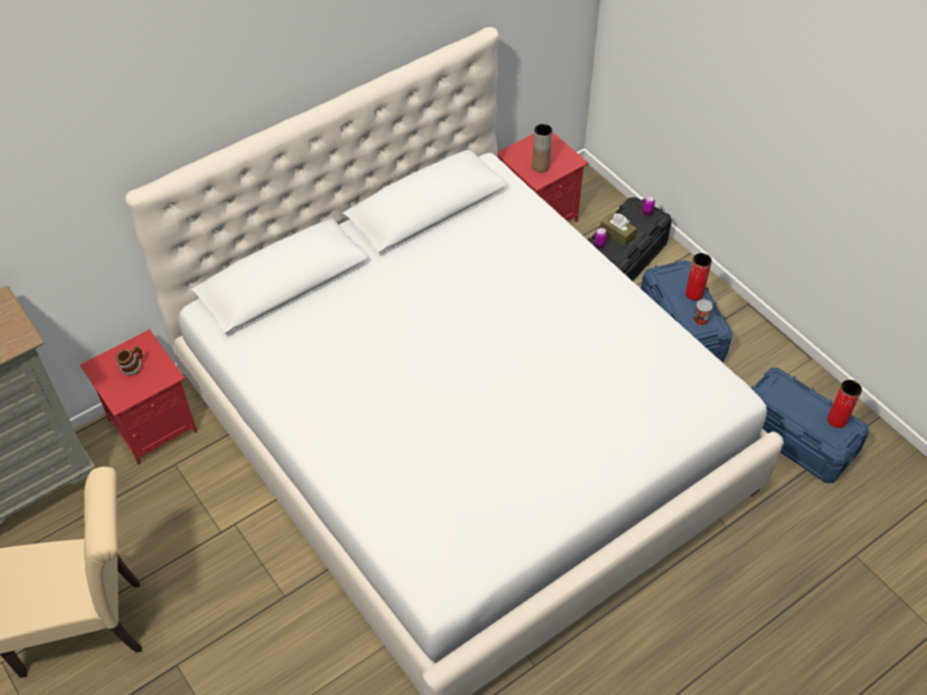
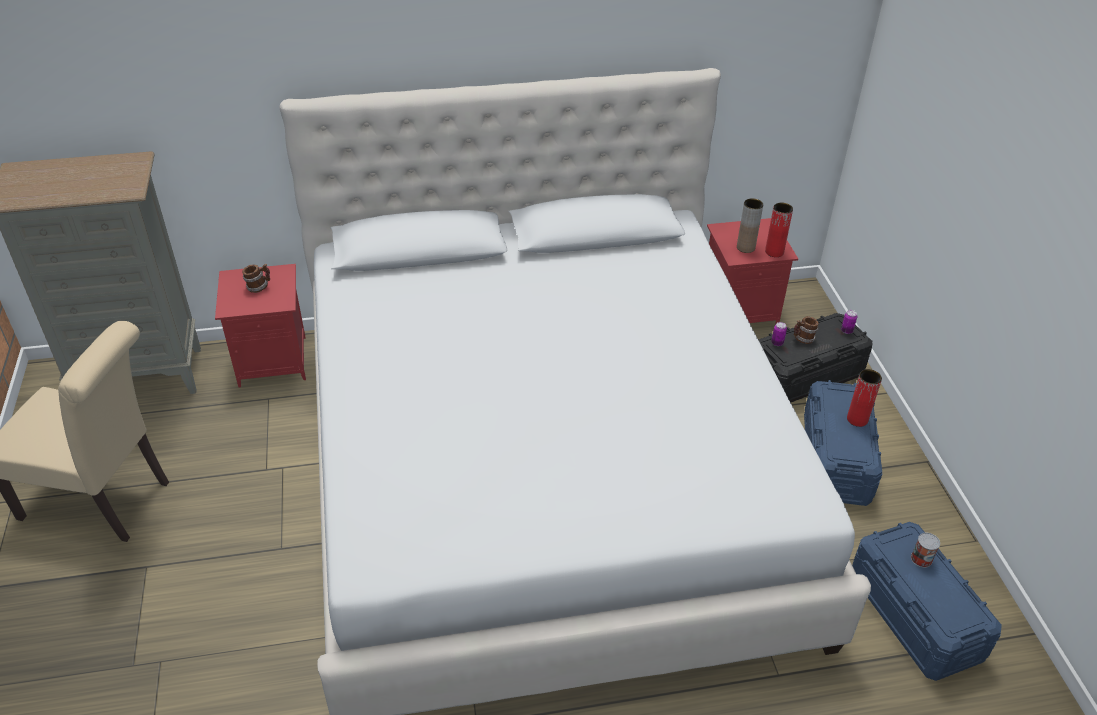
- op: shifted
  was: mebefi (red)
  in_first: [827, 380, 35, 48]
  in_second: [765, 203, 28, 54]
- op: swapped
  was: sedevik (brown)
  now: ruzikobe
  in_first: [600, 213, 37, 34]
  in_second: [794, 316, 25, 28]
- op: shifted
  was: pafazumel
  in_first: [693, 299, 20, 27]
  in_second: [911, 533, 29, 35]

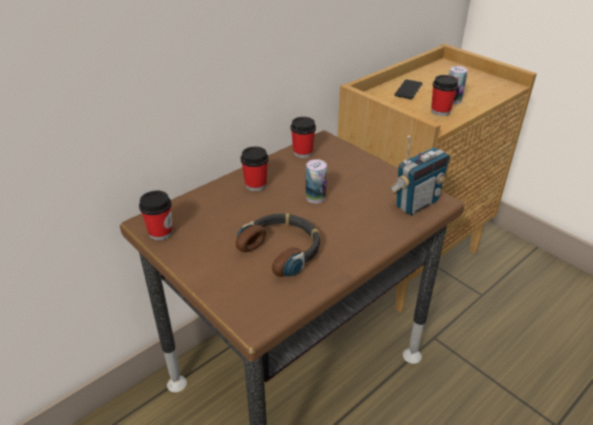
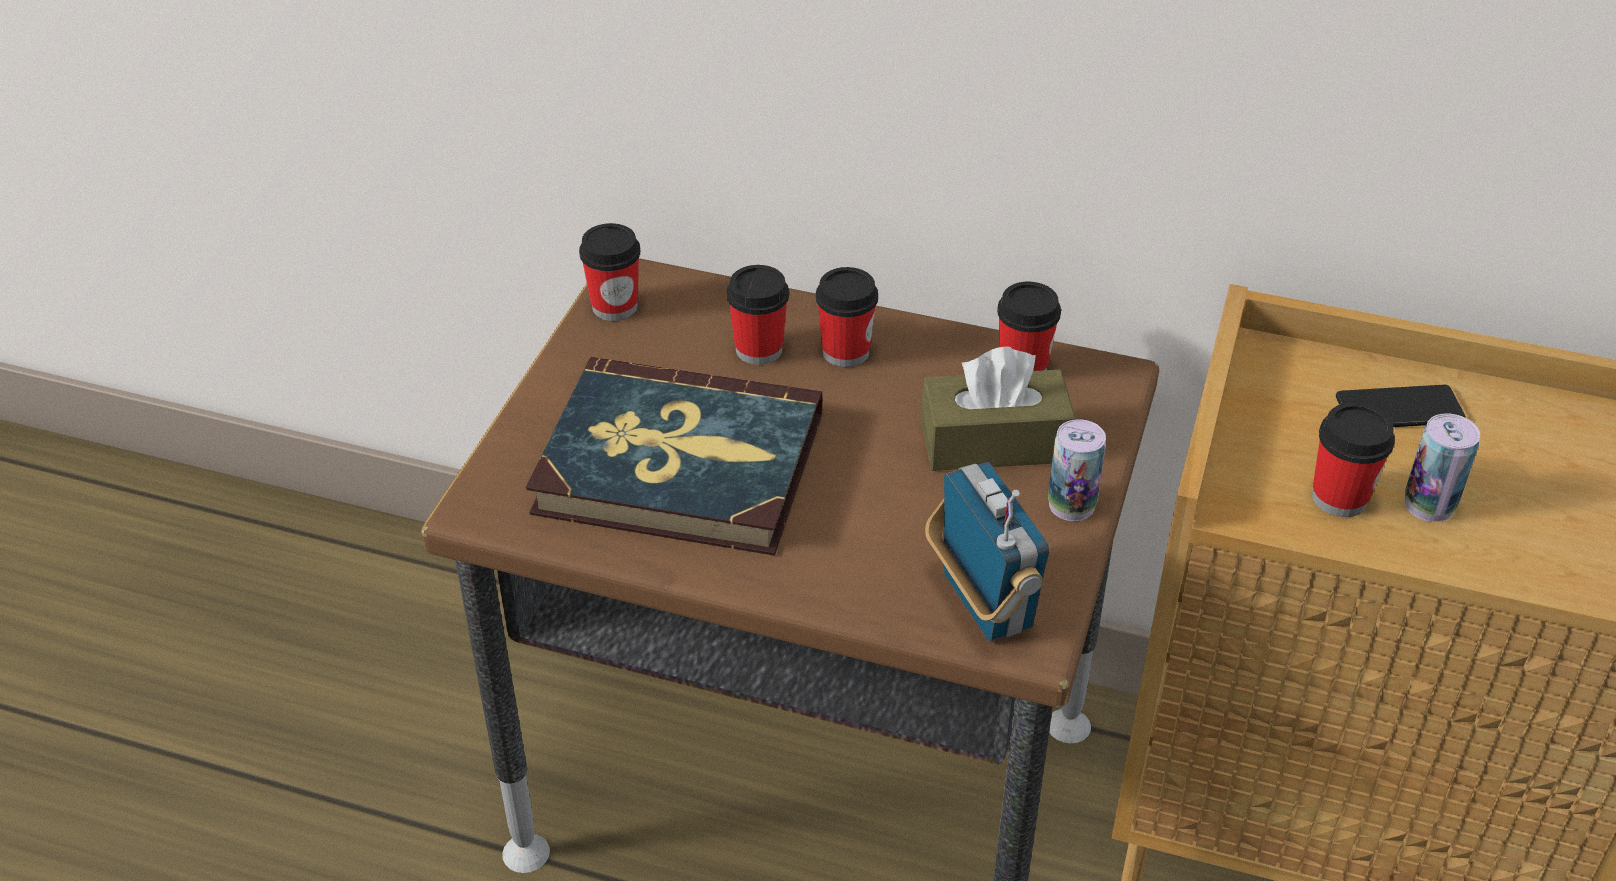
- op: swapped
  was: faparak
  now: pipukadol
  in_first: [236, 213, 84, 64]
  in_second: [526, 357, 297, 198]
- op: new
  now: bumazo
  in_second: [727, 265, 62, 100]
- op: new
  now: sedevik (brown)
  in_second: [921, 346, 154, 125]
- op: rotated
  was: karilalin
  in_first: [390, 136, 60, 79]
  in_second: [925, 462, 124, 179]
  clockwise: -135
- op: shifted
  was: pafazumel
  in_first: [306, 159, 21, 45]
  in_second: [1048, 419, 58, 102]

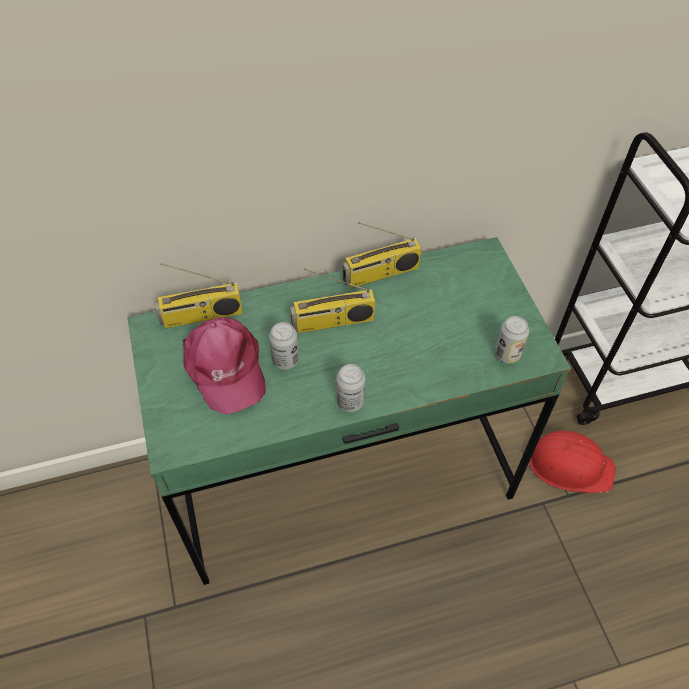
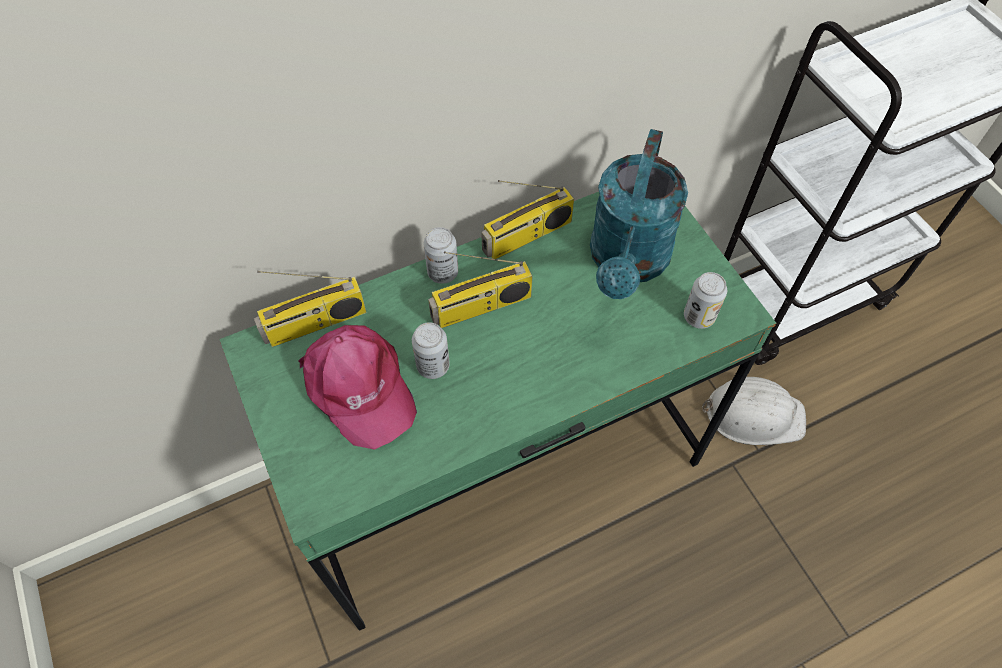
- op: shifted
  was: pafazumel
  in_first: [336, 364, 29, 48]
  in_second: [423, 227, 35, 57]
- op: new
  now: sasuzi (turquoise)
  in_second: [590, 129, 98, 170]
- op: repainted
  was: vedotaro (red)
  now: vedotaro (white)
  in_first: [529, 431, 86, 62]
  in_second: [702, 377, 104, 68]

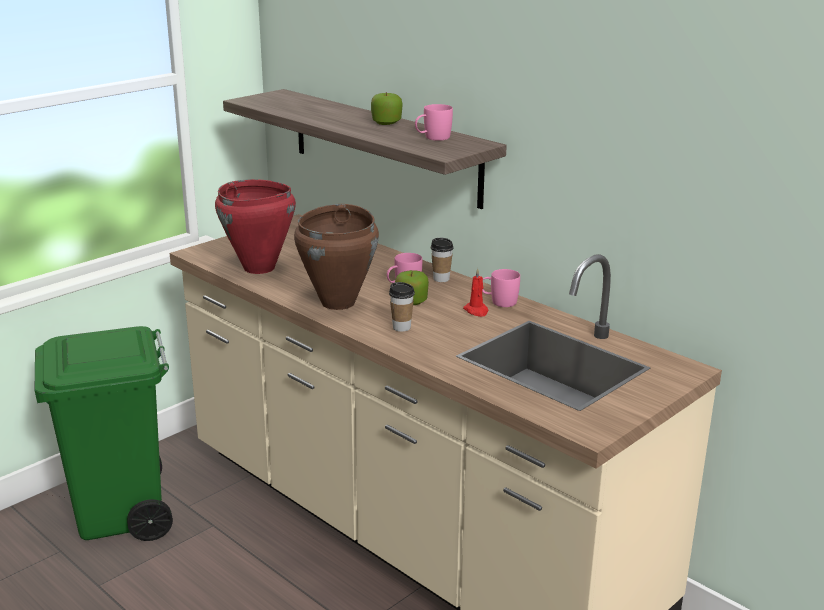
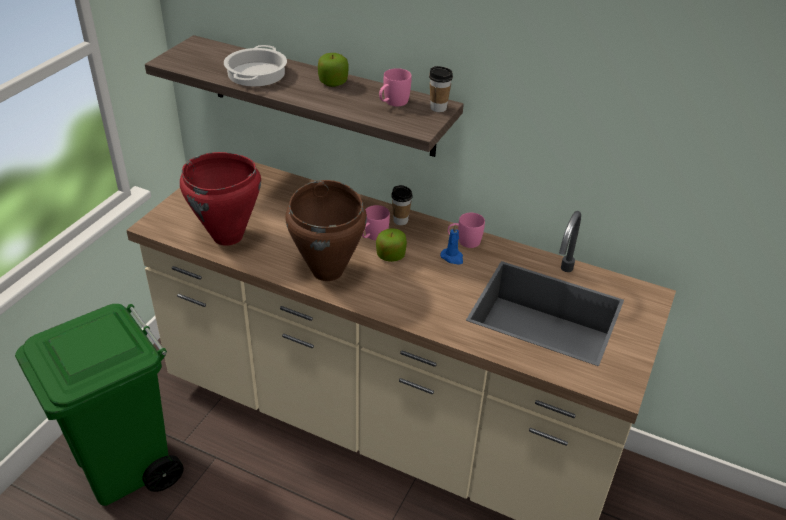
- op: new
  now: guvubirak
  in_second: [224, 45, 63, 41]
- op: shifted
  was: bumazo
  in_first: [389, 282, 26, 50]
  in_second: [429, 66, 24, 46]
- op: repainted
  was: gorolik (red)
  now: gorolik (blue)
  in_first: [463, 268, 25, 49]
  in_second: [440, 224, 23, 41]

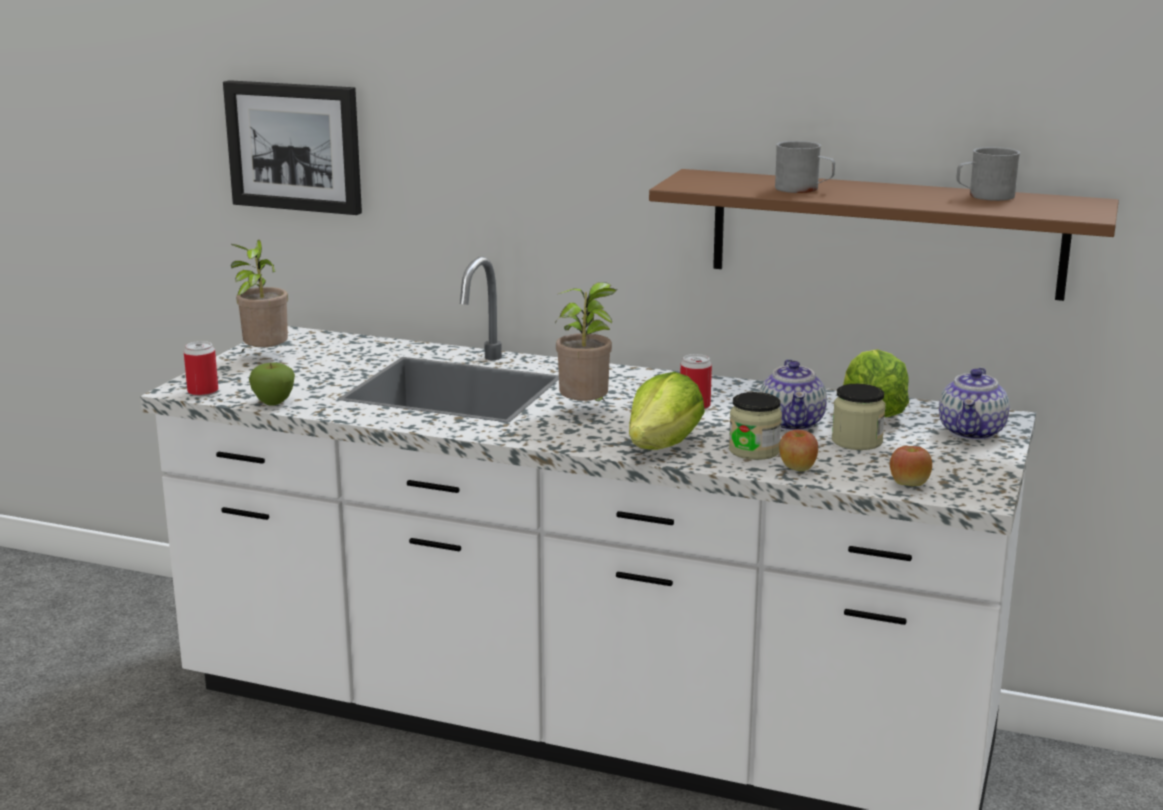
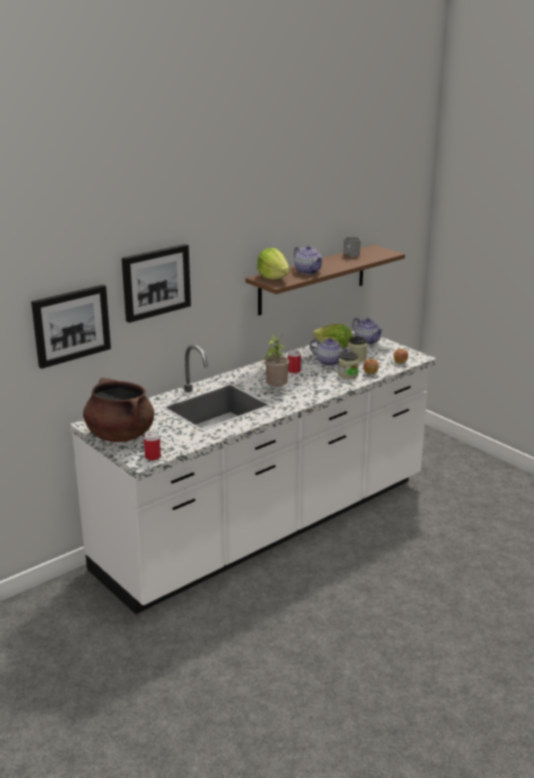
- op: swapped
  was: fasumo
  now: guvubirak (brown)
  in_first: [231, 240, 57, 112]
  in_second: [83, 378, 71, 64]
- op: new
  now: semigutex
  in_second: [122, 244, 69, 79]
- op: shifted
  was: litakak
  in_first: [629, 371, 76, 79]
  in_second: [257, 248, 33, 32]
- op: swapped
  was: ruzikobe (grey)
  now: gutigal
  in_first: [775, 141, 60, 52]
  in_second: [294, 246, 29, 29]
- op: gone
  was: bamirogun
  in_first: [249, 363, 46, 43]

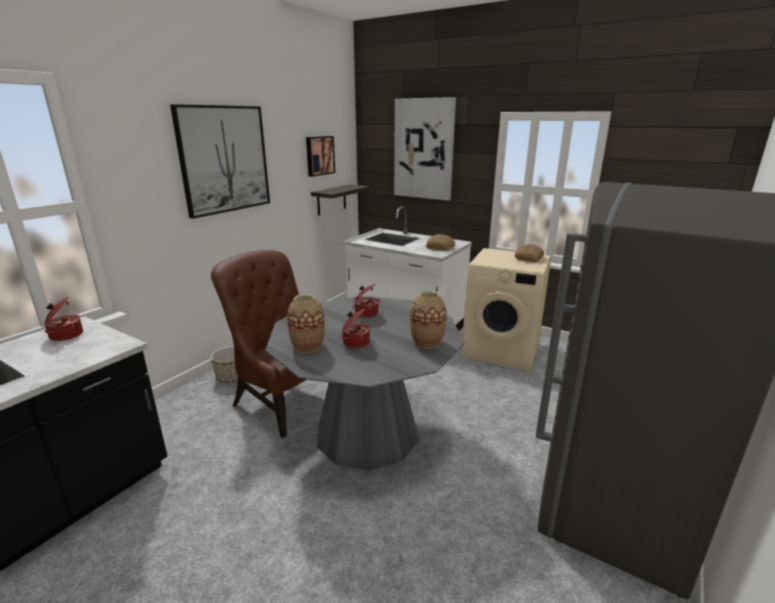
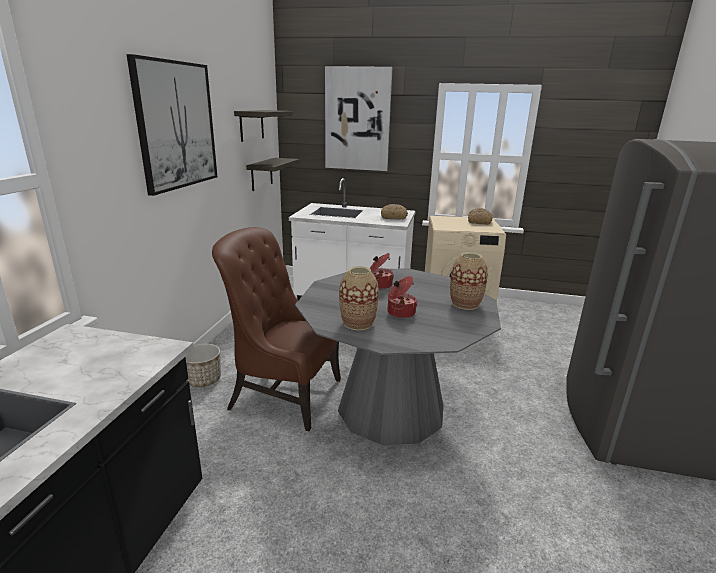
- op: swapped
  was: semigutex
  now: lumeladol
  in_first: [306, 136, 29, 41]
  in_second: [234, 110, 59, 32]
- op: gone
  was: guvubirak
  in_first: [44, 297, 39, 44]

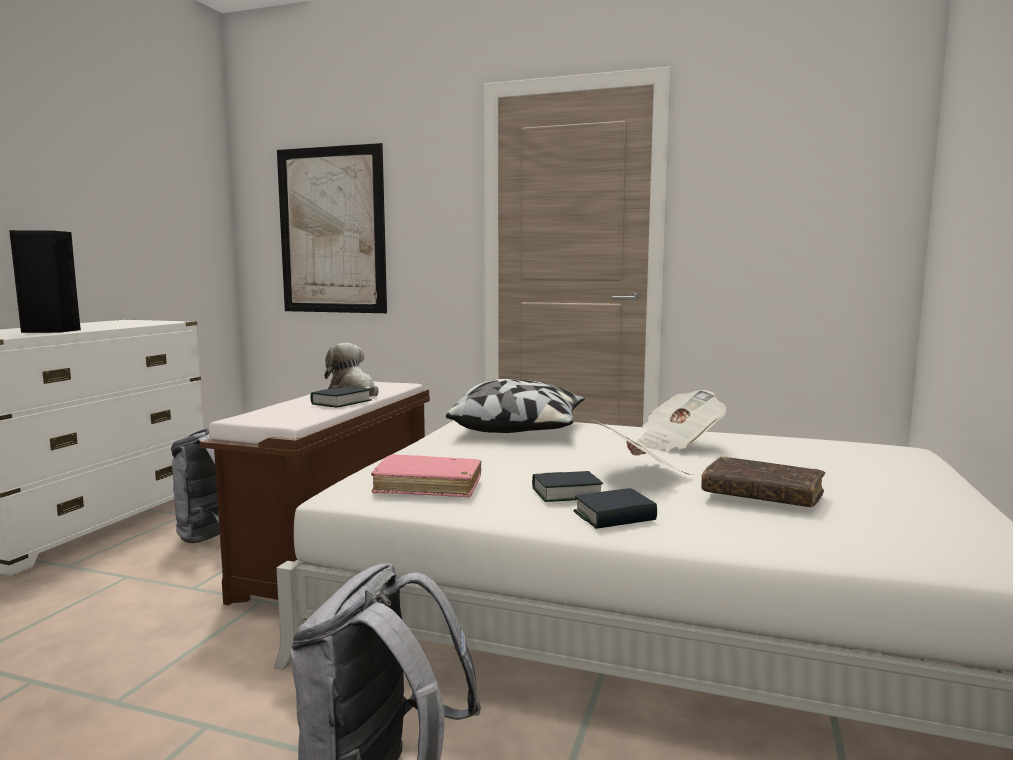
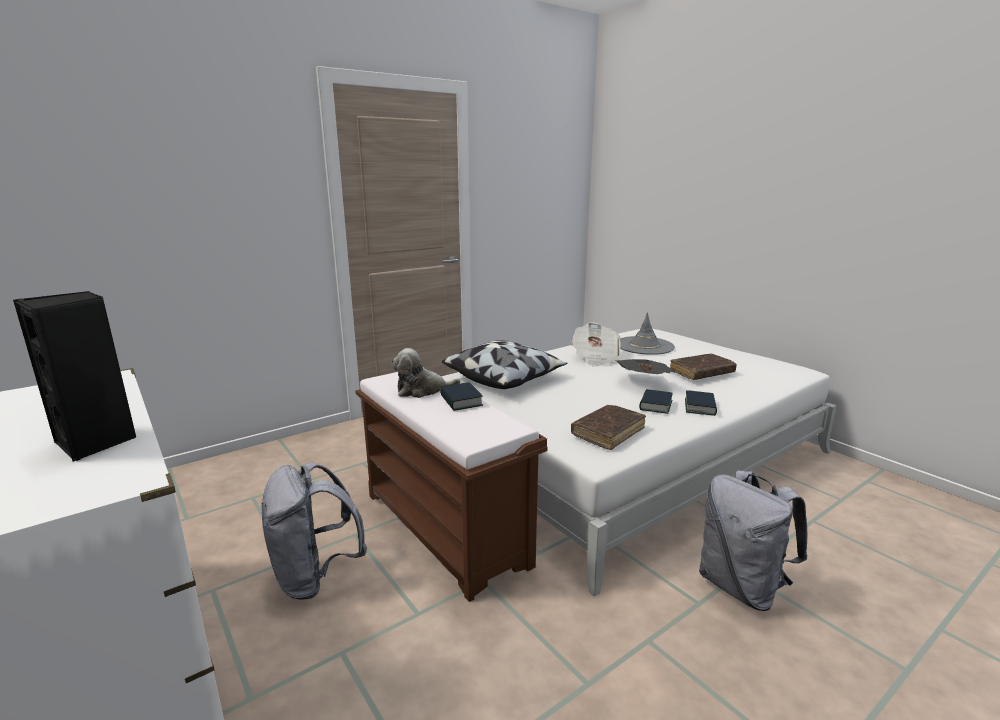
- op: repainted
  was: pipukadol (pink)
  now: pipukadol (brown)
  in_first: [371, 454, 110, 44]
  in_second: [571, 405, 75, 45]
- op: new
  now: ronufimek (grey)
  in_second: [620, 312, 55, 43]
- op: gone
  was: semigutex
  in_first: [277, 143, 110, 170]

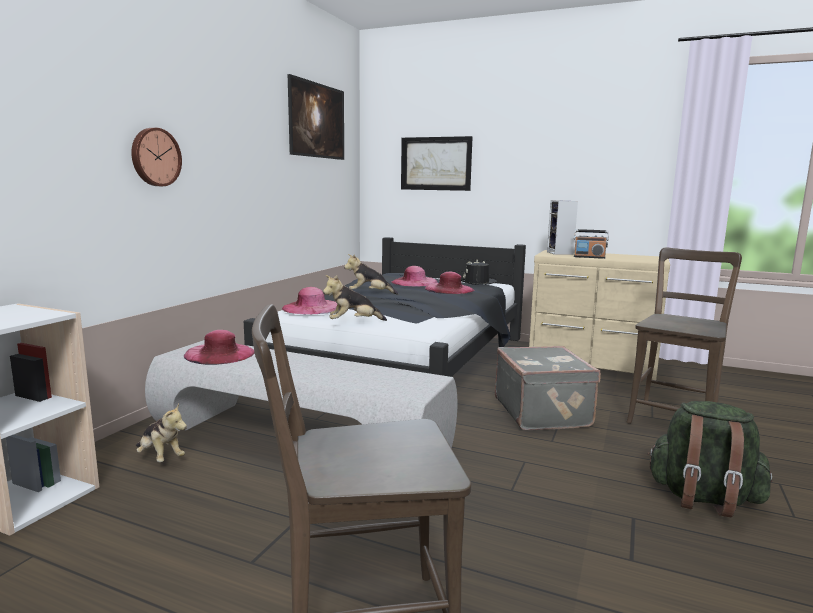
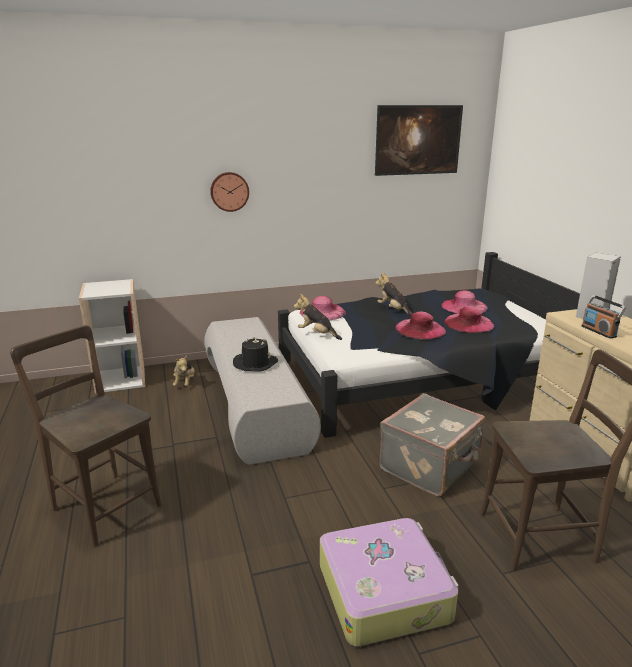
- op: shifted
  was: ronufimek (black)
  in_first: [461, 261, 36, 24]
  in_second: [233, 337, 45, 35]
- op: swapped
  was: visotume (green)
  now: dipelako
  in_first: [647, 401, 125, 116]
  in_second: [320, 518, 139, 129]
- op: shifted
  was: ronufimek (pink)
  in_first: [184, 330, 71, 35]
  in_second: [396, 312, 50, 27]
- op: gone
  was: semigutex
  in_first: [401, 136, 71, 55]

